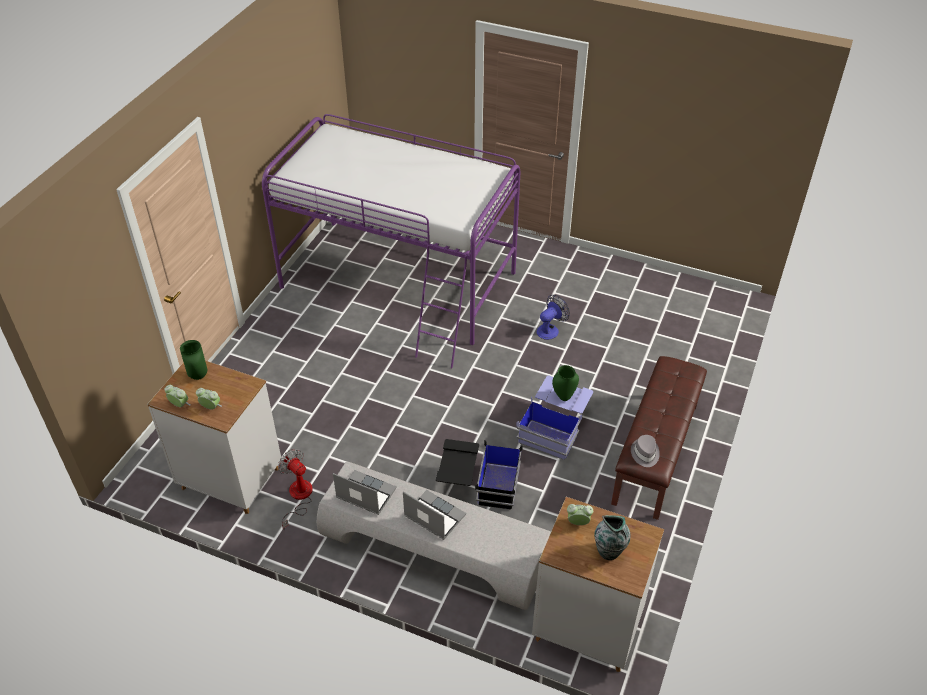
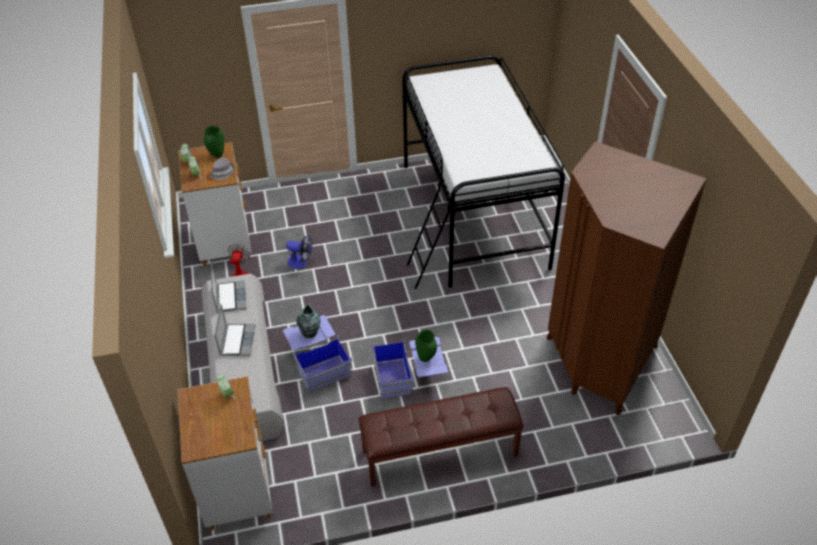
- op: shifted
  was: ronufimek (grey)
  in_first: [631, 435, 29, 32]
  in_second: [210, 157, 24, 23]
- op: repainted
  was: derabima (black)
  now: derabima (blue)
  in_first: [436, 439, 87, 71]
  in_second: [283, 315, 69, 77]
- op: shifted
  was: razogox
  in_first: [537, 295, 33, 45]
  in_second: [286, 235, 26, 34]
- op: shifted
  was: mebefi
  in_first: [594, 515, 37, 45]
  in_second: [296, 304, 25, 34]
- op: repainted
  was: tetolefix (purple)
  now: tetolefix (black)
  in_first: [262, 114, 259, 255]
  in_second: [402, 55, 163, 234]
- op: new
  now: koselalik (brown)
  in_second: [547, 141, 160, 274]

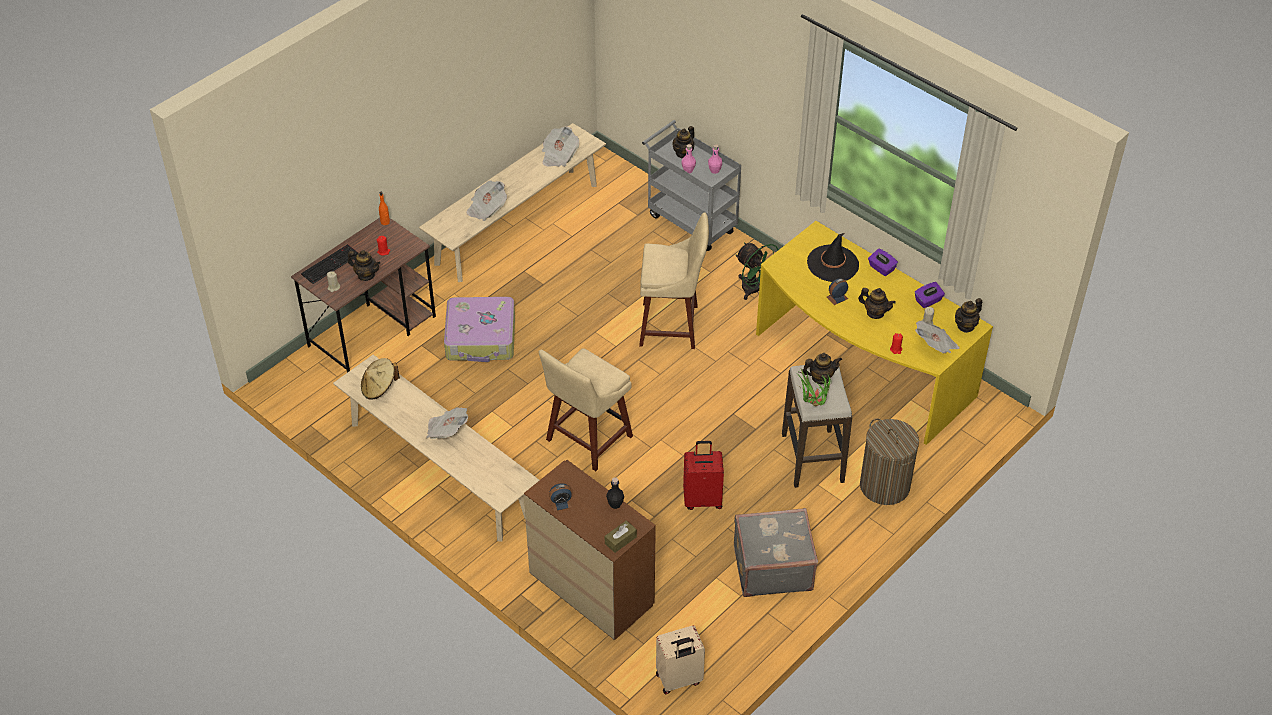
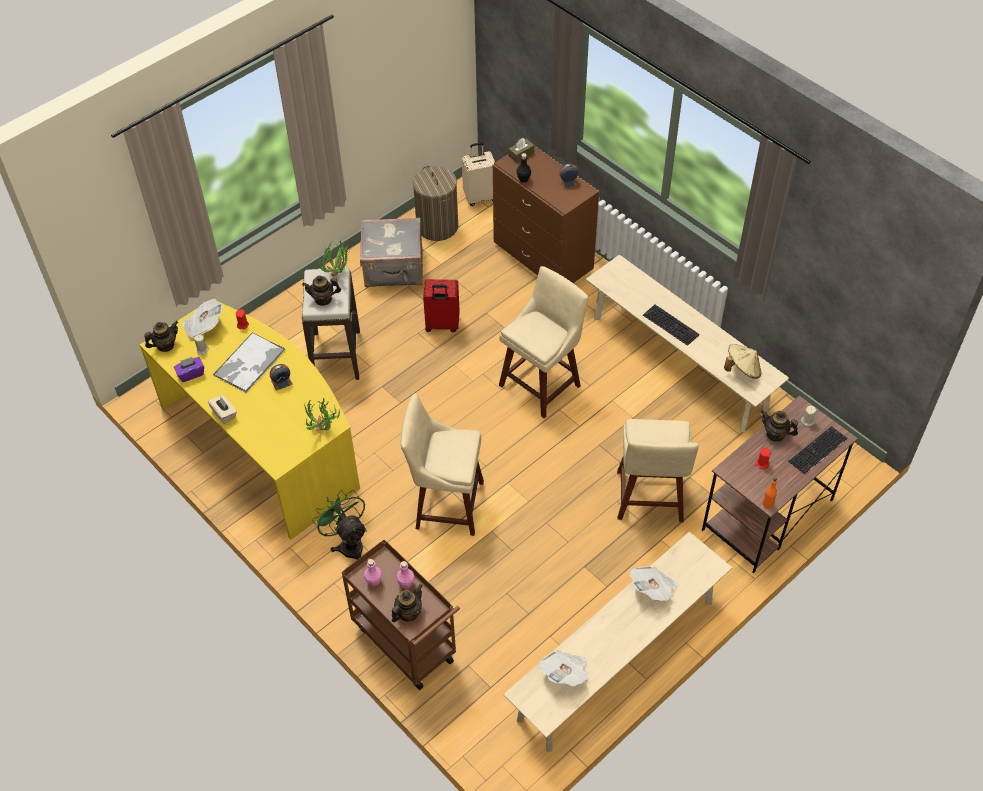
- op: repainted
  was: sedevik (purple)
  now: sedevik (beige)
  in_first: [868, 249, 30, 27]
  in_second: [208, 395, 29, 29]
- op: swapped
  was: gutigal
  now: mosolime
  in_first: [858, 288, 38, 31]
  in_second: [213, 332, 72, 61]
- op: new
  now: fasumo
  in_second: [304, 398, 37, 33]
- op: repainted
  was: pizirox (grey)
  now: pizirox (brown)
  in_first: [642, 120, 99, 131]
  in_second: [342, 540, 118, 150]
- op: shifted
  was: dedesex
  in_first: [860, 418, 59, 87]
  in_second: [413, 166, 45, 75]
- op: swapped
  was: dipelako
  now: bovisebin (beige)
  in_first: [444, 297, 71, 65]
  in_second: [617, 419, 82, 103]
- op: swapped
  was: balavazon
  now: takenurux
  in_first: [426, 407, 42, 32]
  in_second: [643, 304, 57, 42]
- op: gone
  was: ronufimek (black)
  in_first: [807, 233, 52, 49]

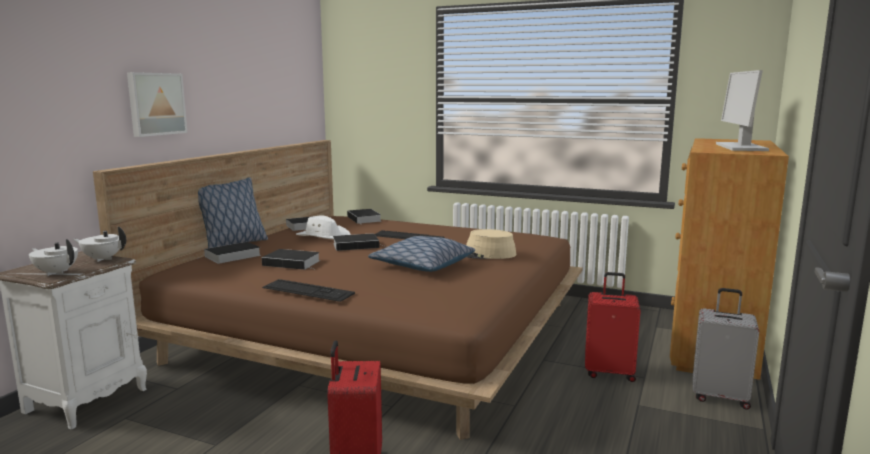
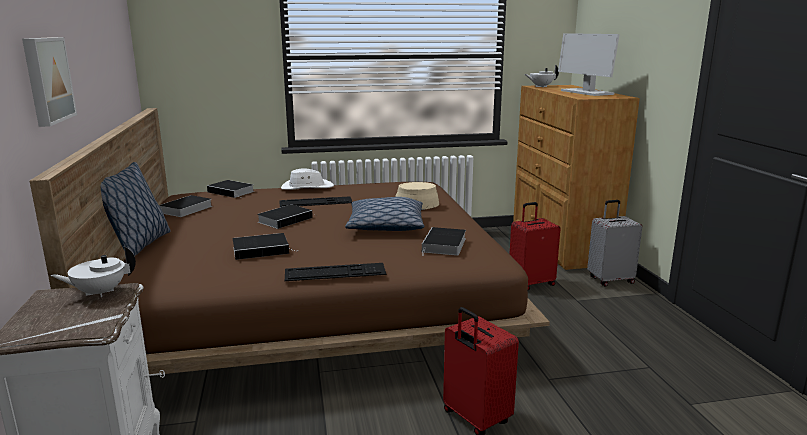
- op: shifted
  was: ronufimek (white)
  in_first: [296, 216, 55, 24]
  in_second: [281, 168, 53, 22]
- op: shifted
  was: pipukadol
  in_first: [197, 242, 64, 22]
  in_second: [422, 227, 44, 29]
- op: shifted
  was: gutigal (white)
  in_first: [29, 239, 49, 37]
  in_second: [525, 65, 34, 22]

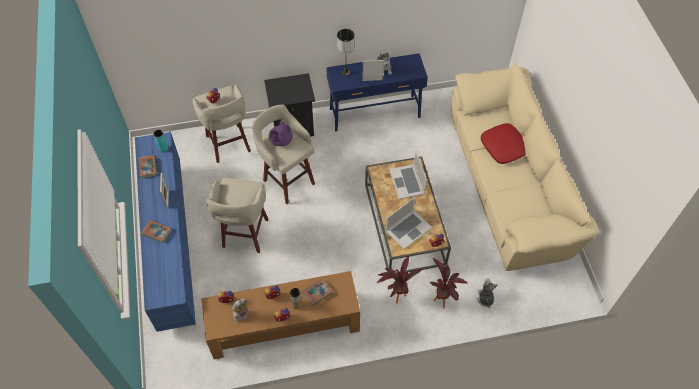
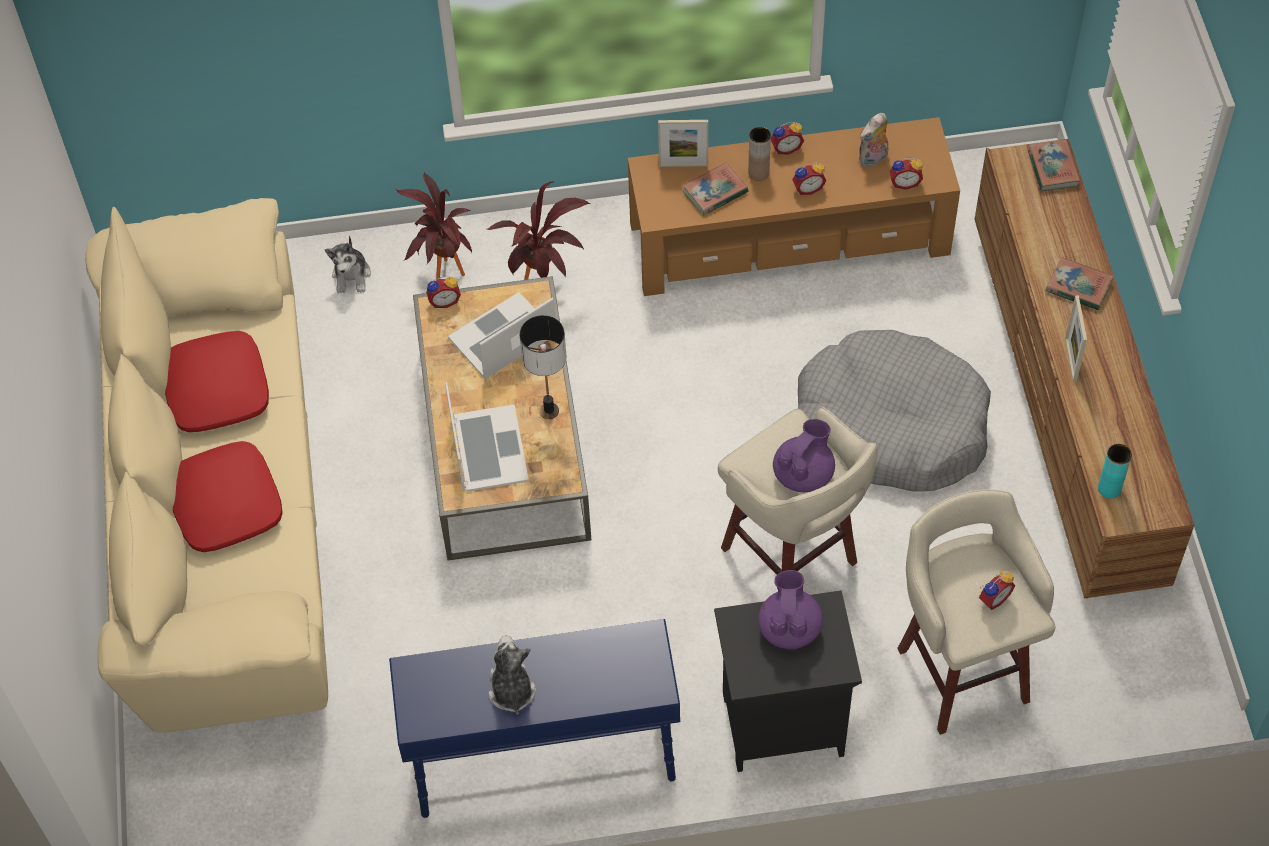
- op: new
  now: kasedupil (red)
  in_second: [165, 331, 104, 101]
- op: shifted
  was: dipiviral
  in_first: [337, 29, 18, 46]
  in_second: [520, 315, 46, 104]
- op: shifted
  was: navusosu
  in_first: [362, 60, 22, 21]
  in_second: [658, 120, 50, 47]
- op: new
  now: gutigal (purple)
  in_second: [759, 570, 64, 79]
- op: swapped
  was: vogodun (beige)
  now: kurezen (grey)
  in_first: [206, 178, 63, 75]
  in_second: [797, 330, 194, 162]
- op: repainted
  was: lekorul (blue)
  now: lekorul (brown)
  in_first: [135, 131, 61, 201]
  in_second: [974, 139, 221, 460]
- op: shifted
  was: pipukadol
  in_first: [138, 155, 20, 23]
  in_second: [1028, 140, 53, 51]

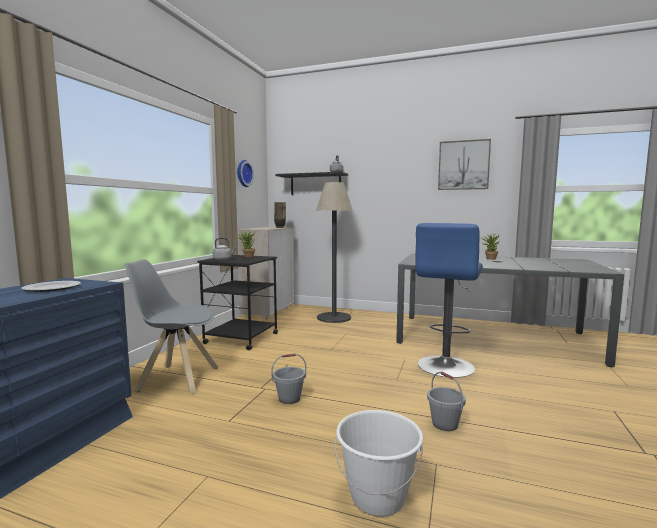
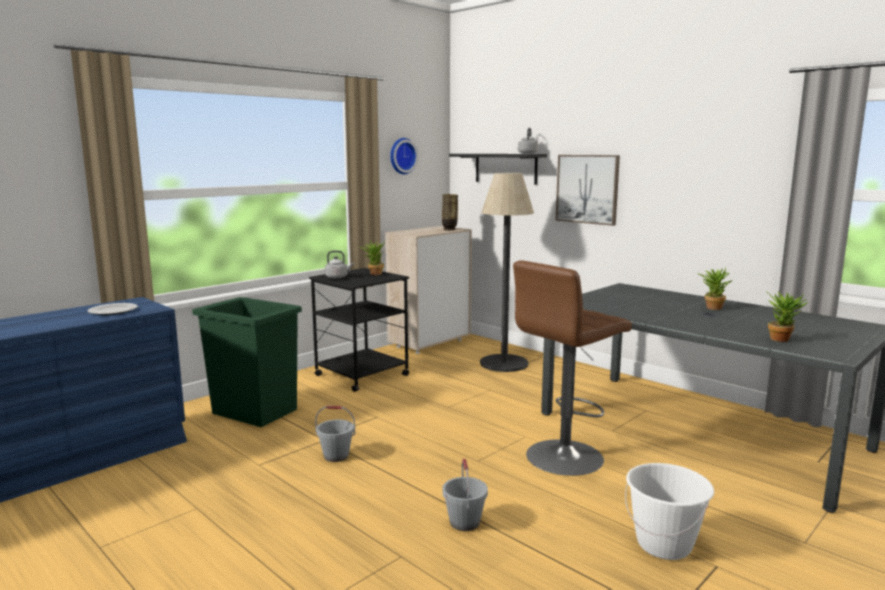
- op: swapped
  was: bovisebin (grey)
  now: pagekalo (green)
  in_first: [124, 259, 95, 135]
  in_second: [192, 297, 110, 130]
- op: repainted
  was: vogodun (blue)
  now: vogodun (brown)
  in_first: [415, 223, 68, 155]
  in_second: [513, 260, 119, 216]
- op: shifted
  was: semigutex
  in_first: [438, 139, 53, 51]
  in_second: [556, 155, 64, 71]
- op: shifted
  was: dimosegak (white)
  in_first: [335, 410, 88, 107]
  in_second: [625, 463, 89, 97]
- op: new
  now: fasumo
  in_second: [767, 292, 41, 50]

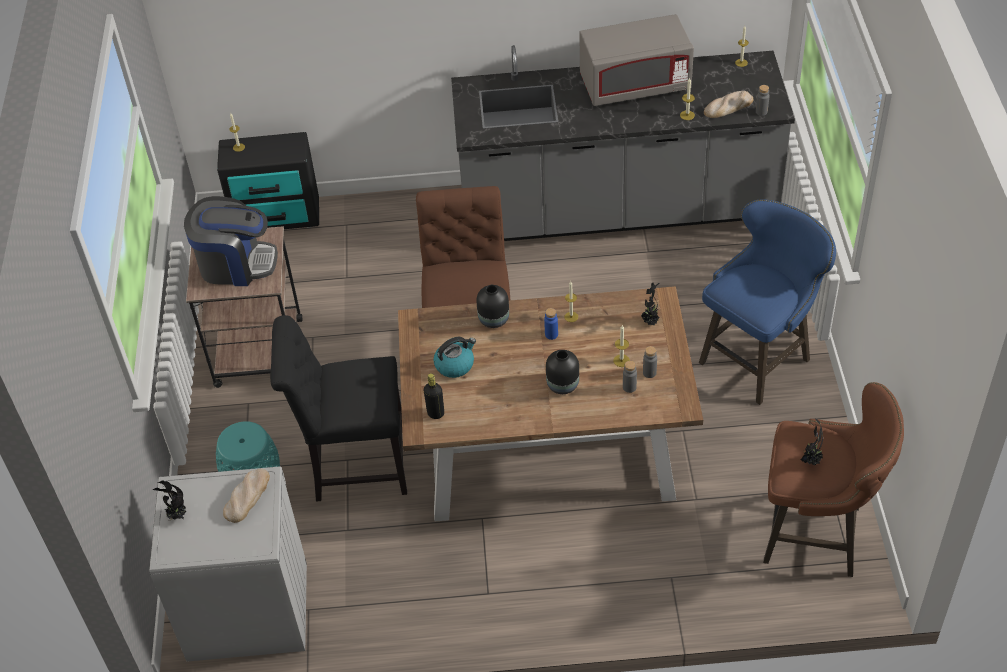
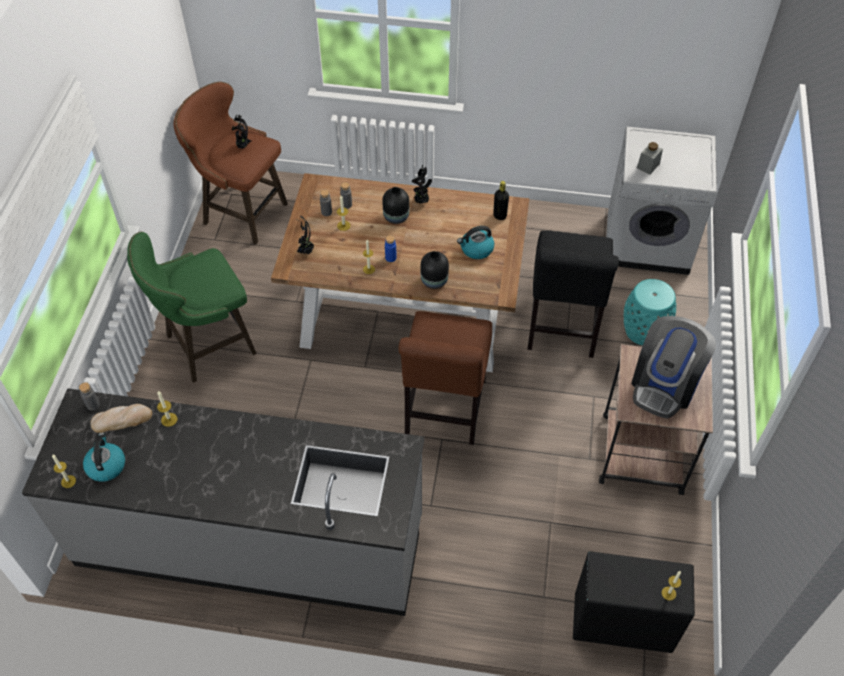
- op: new
  now: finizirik
  in_second: [83, 432, 42, 50]
- op: repainted
  was: vogodun (blue)
  now: vogodun (green)
  in_first: [699, 200, 137, 205]
  in_second: [127, 232, 130, 151]
- op: shifted
  was: fasumo
  in_first: [153, 480, 33, 41]
  in_second: [412, 165, 20, 39]
- op: rotated
  was: bovisebin (black)
  in_first: [270, 315, 137, 187]
  in_second: [527, 230, 92, 128]
  clockwise: 90
- op: rotated
  was: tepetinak
  in_first: [184, 196, 94, 90]
  in_second: [631, 316, 85, 103]
  clockwise: -75
- op: swapped
  was: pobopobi
  now: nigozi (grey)
  in_first: [223, 469, 47, 54]
  in_second: [637, 142, 26, 32]
- op: gone
  was: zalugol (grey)
  in_first: [579, 14, 115, 92]

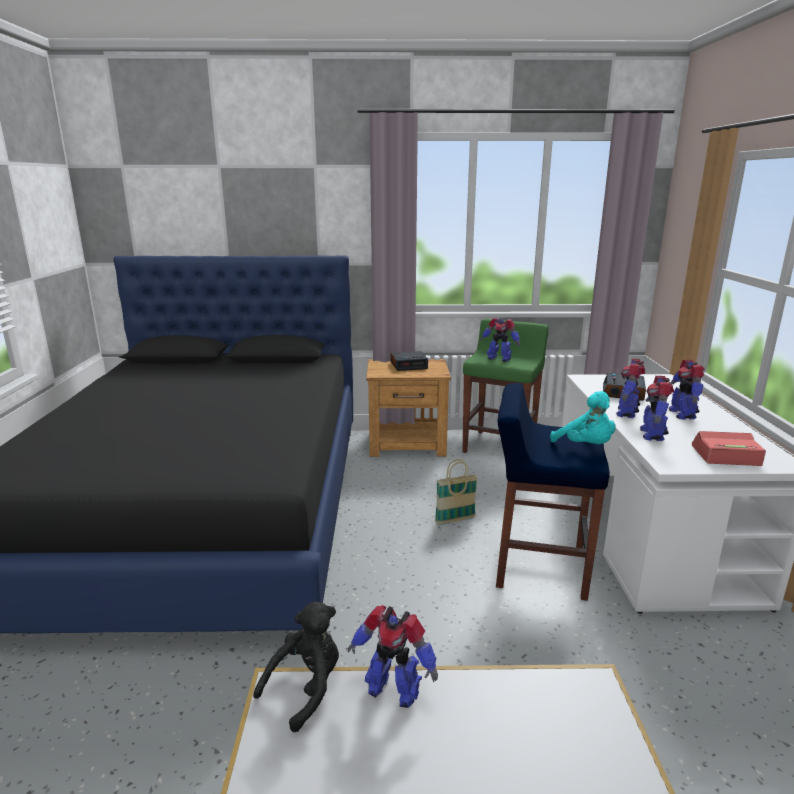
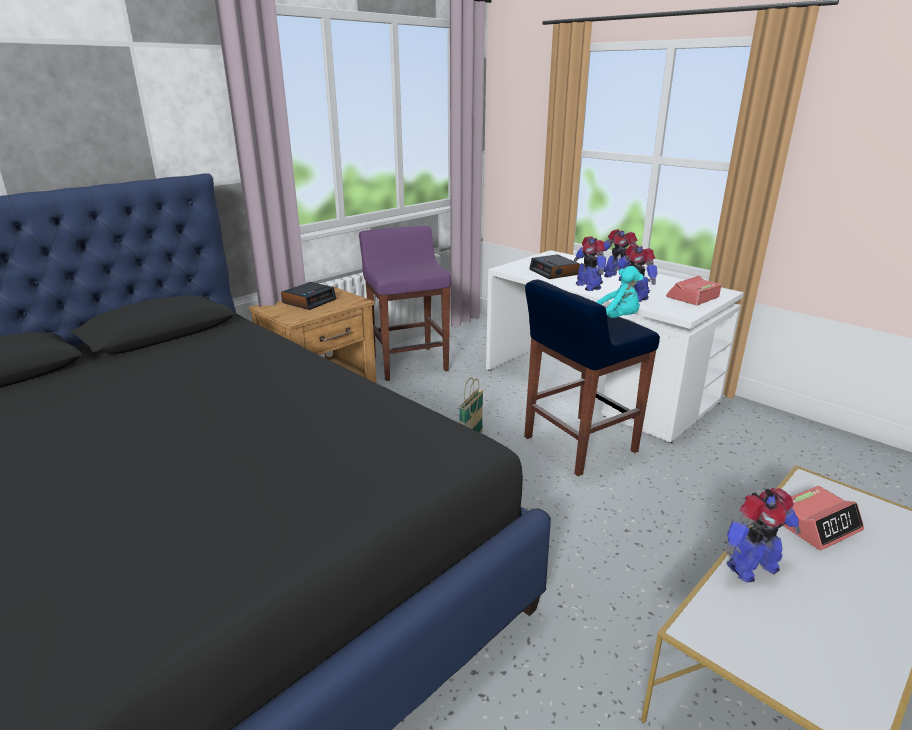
- op: repainted
  was: vogodun (green)
  now: vogodun (purple)
  in_first: [462, 319, 87, 134]
  in_second: [359, 226, 92, 155]
- op: new
  now: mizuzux
  in_second: [783, 486, 81, 64]
- op: gone
  was: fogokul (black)
  in_first: [253, 602, 86, 130]
- op: gone
  was: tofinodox
  in_first: [480, 318, 40, 44]

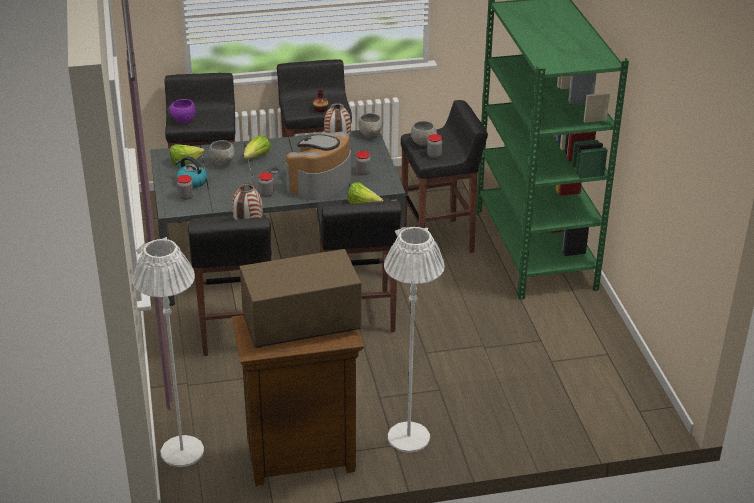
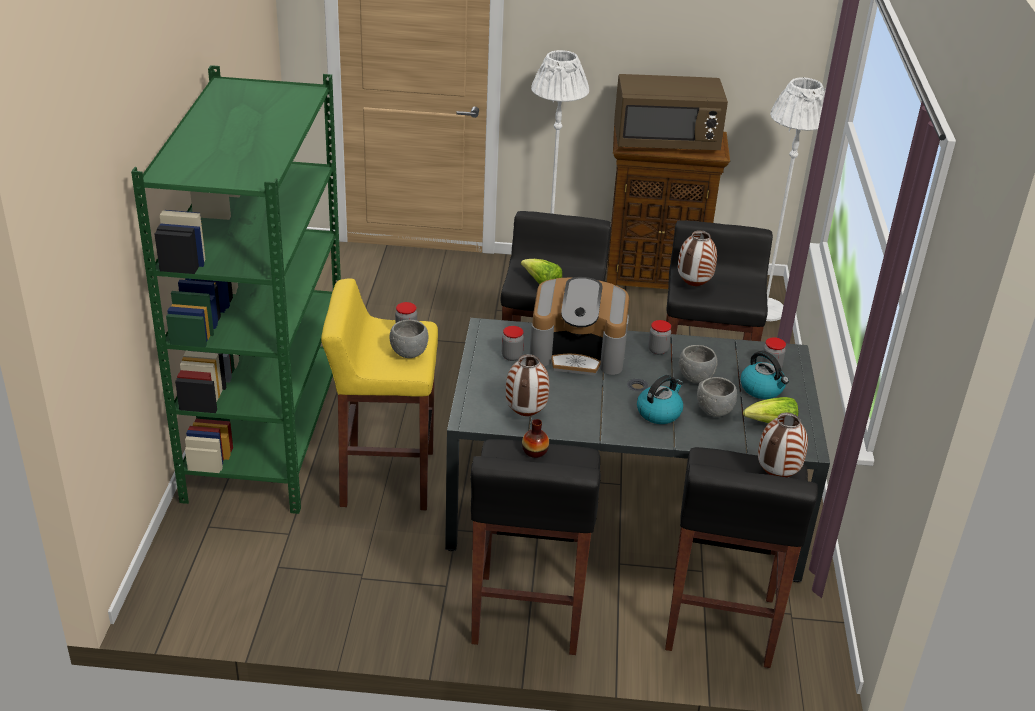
- op: repainted
  was: vogodun (black)
  now: vogodun (yellow)
  in_first: [401, 100, 87, 153]
  in_second: [321, 278, 117, 232]
- op: rotated
  was: tepetinak
  in_first: [286, 131, 65, 69]
  in_second: [530, 277, 99, 98]
  clockwise: 45
- op: swapped
  was: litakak
  now: finizirik
  in_first: [244, 135, 27, 24]
  in_second: [637, 375, 46, 49]
- op: shifted
  was: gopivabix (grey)
  in_first: [358, 113, 25, 24]
  in_second: [679, 345, 39, 38]
- op: swapped
  was: gopivabix (purple)
  now: mebefi
  in_first: [169, 99, 26, 25]
  in_second: [758, 412, 50, 65]

